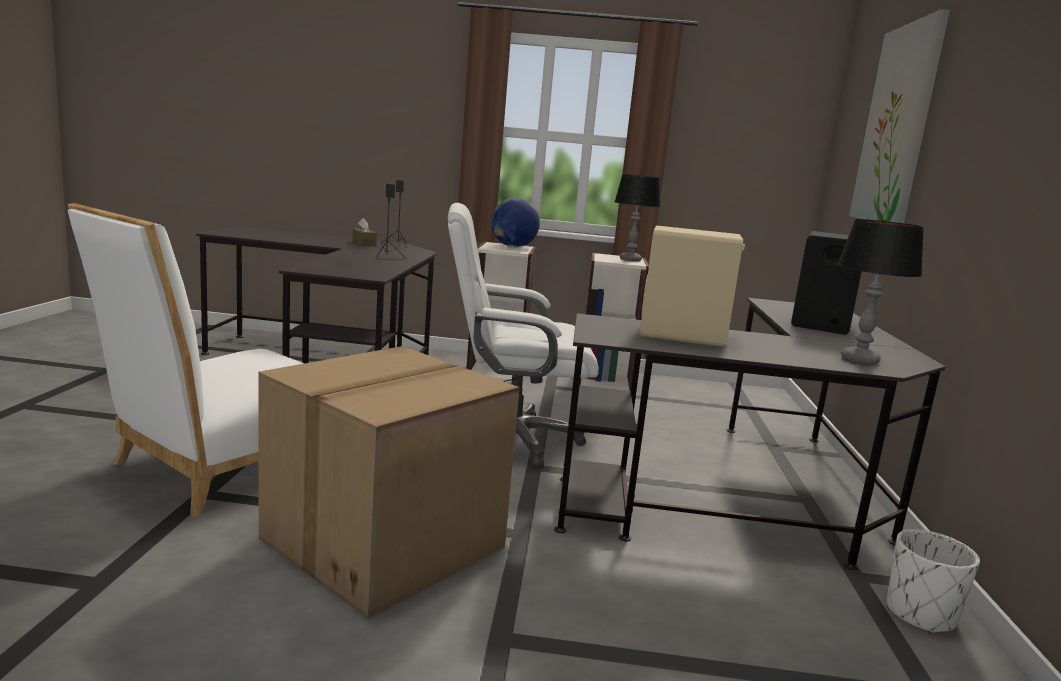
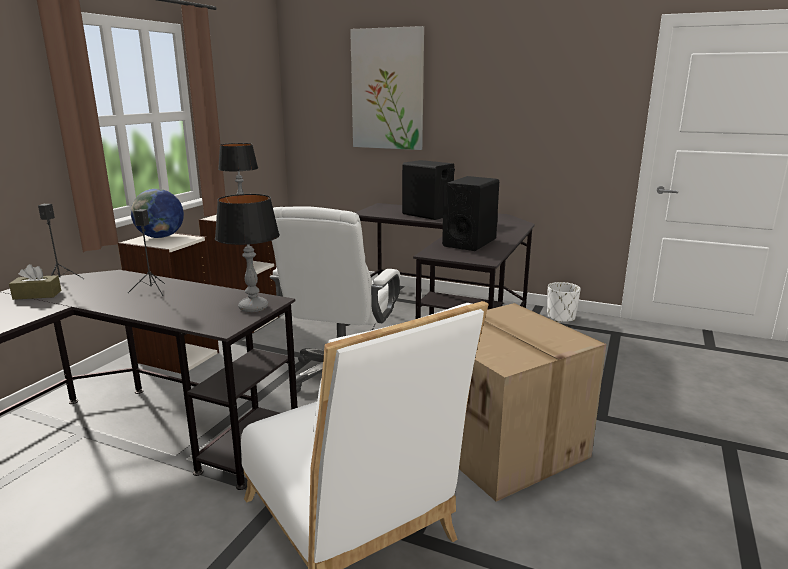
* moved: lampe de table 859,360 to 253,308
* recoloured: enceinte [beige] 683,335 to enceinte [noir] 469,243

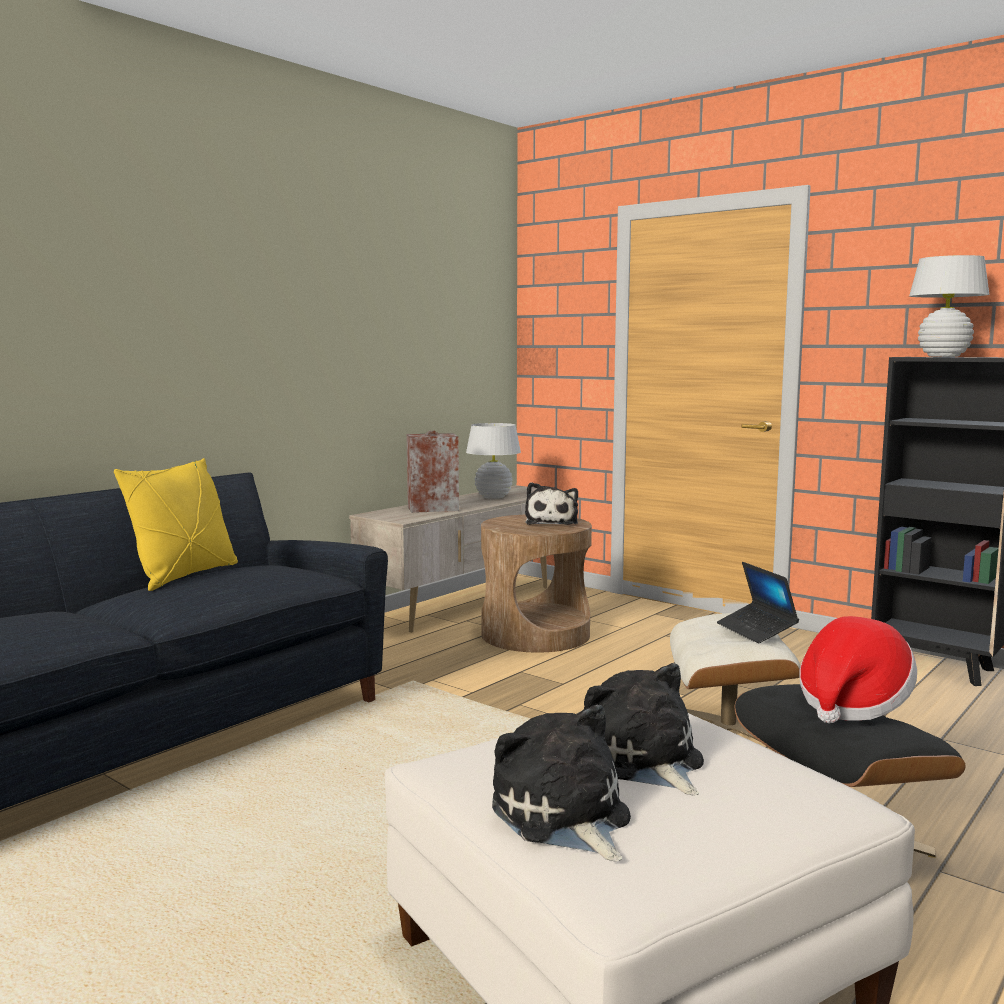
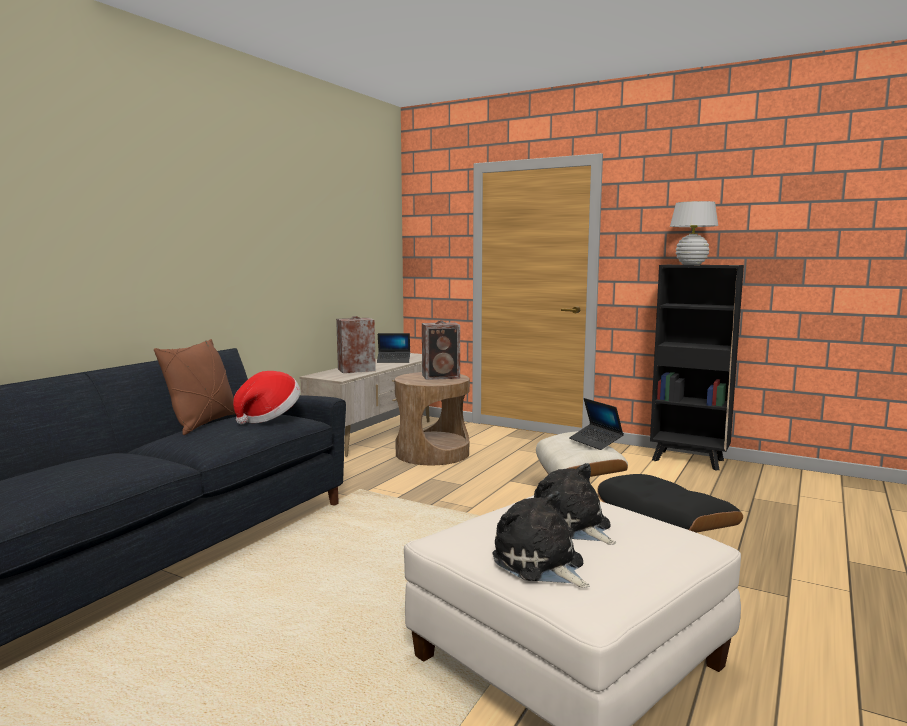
* recoloured: coussin [jaune] 184,576 to coussin [marron] 203,423
* moved: chapeau 852,705 to 268,417
* replaced: lampe de table [blanc] 493,497 to ordinateur portable 394,361
* replaced: peluche 552,522 to enceinte 442,376

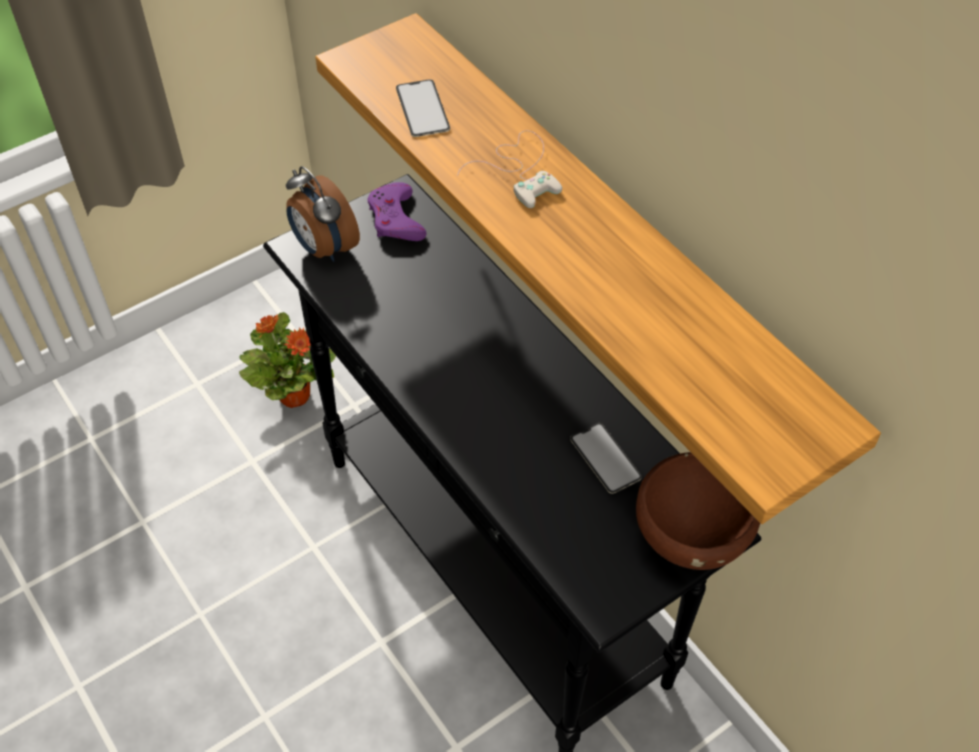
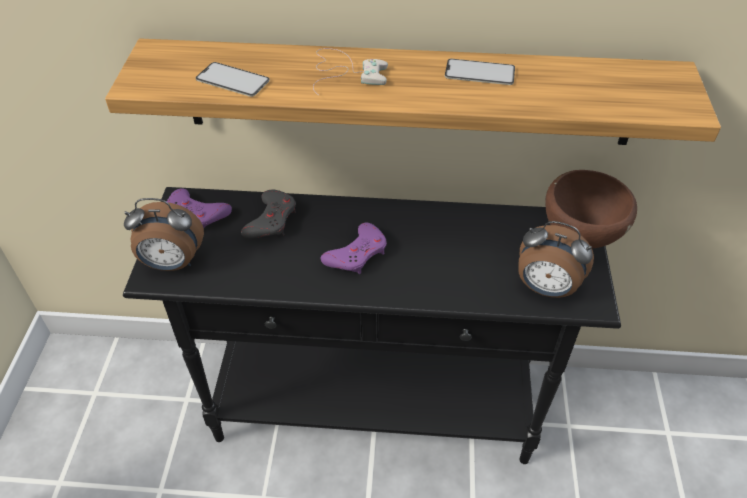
* added: manette [gris] 271,220
* added: manette [violet] 357,254
* moved: téléphone 605,458 to 479,72
* added: réveil 545,288
* removed: plante en pot 293,394

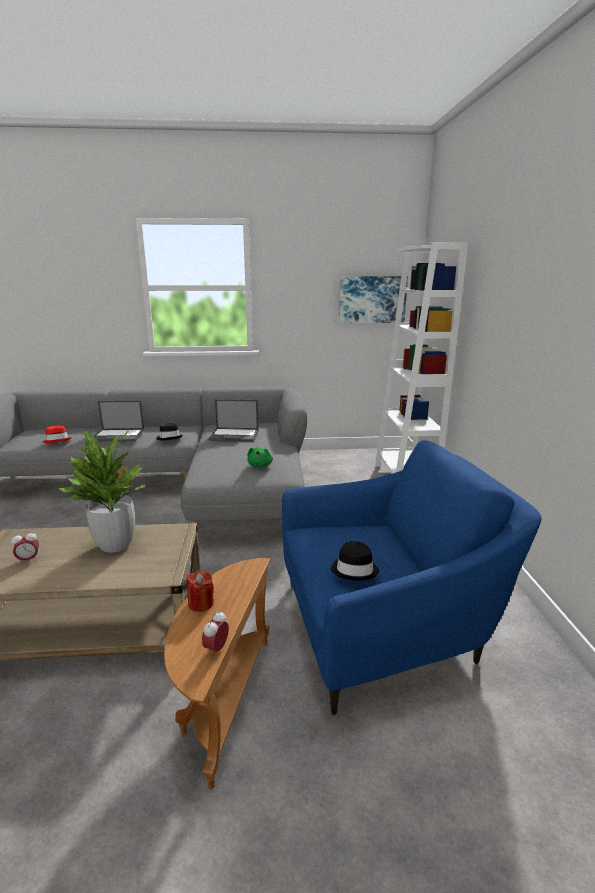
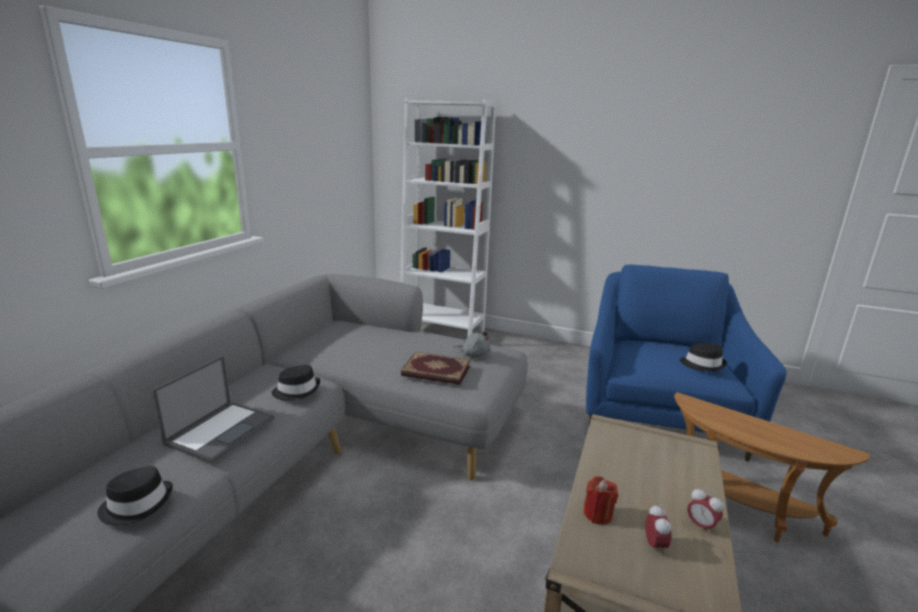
* recoloured: chapeau [rouge] 57,440 to chapeau [noir] 137,504
* added: livre 436,371
* recoloured: peluche [vert] 260,465 to peluche [gris] 474,354
* moved: bougie [rouge] 201,603 to 597,514
* moved: réveil 216,648 to 700,525
* removed: plante en pot 116,544
* removed: ordinateur portable 235,435
* removed: tableau 372,299

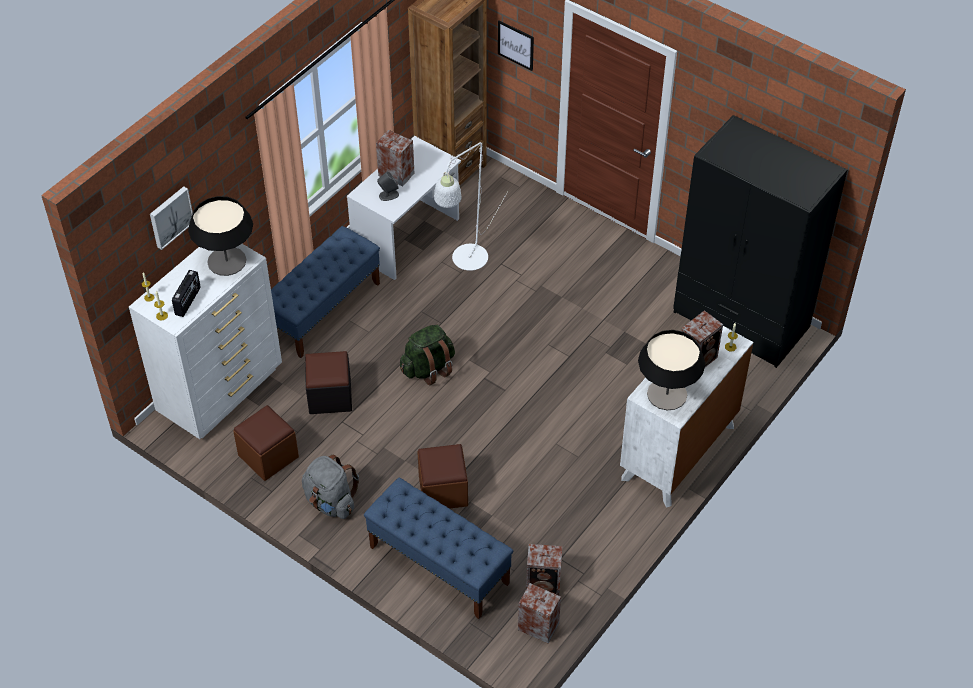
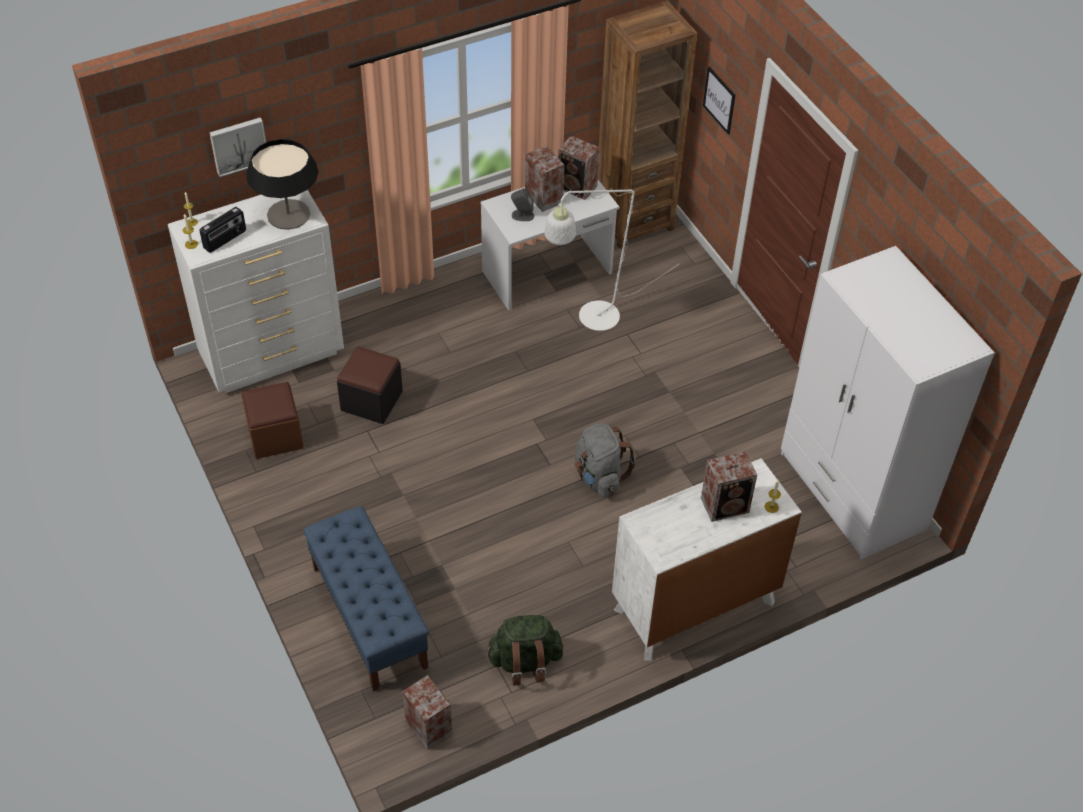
* moved: sac à dos [vert] 428,368 to 525,662
* moved: enceinte 544,584 to 578,187
* moved: sac à dos [gris] 330,502 to 599,477
* recoloured: armoire [noir] 741,320 to armoire [blanc] 851,492
* removed: banc [bleu] 324,309
* removed: pouf [marron] 443,491
* removed: lampe de table 667,394

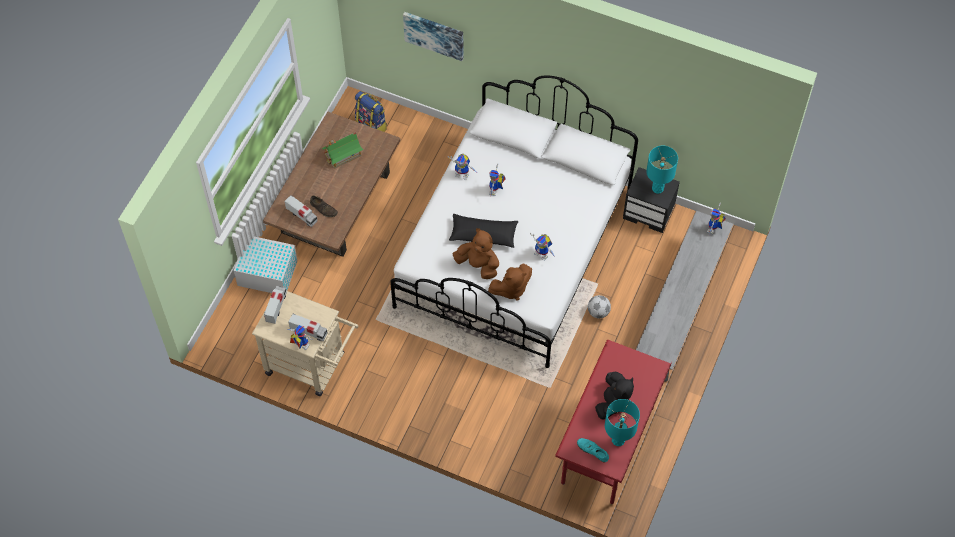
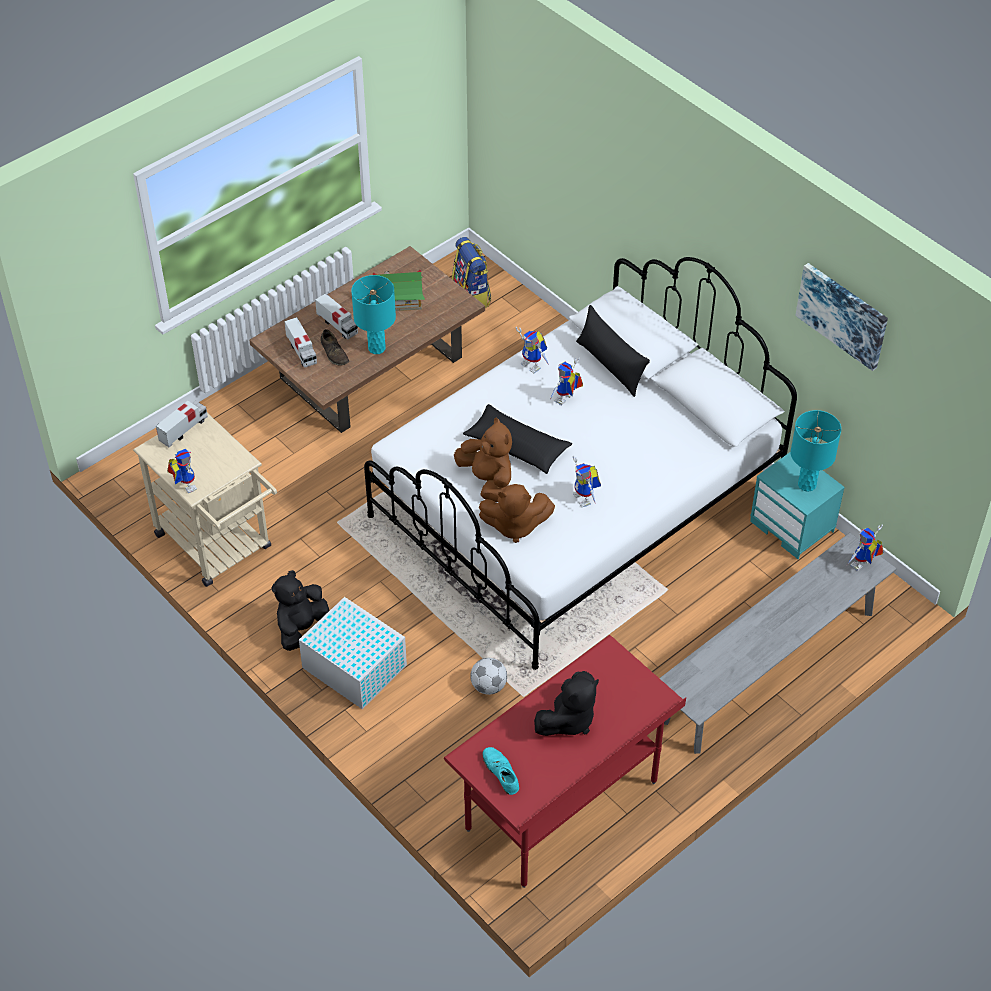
* added: peluche [noir] 301,627
* moved: boîte de rangement [blanc] 266,272 to 353,665
* moved: camion jouet 309,332 to 337,325
* moved: lampe de table [turquoise] 618,440 to 377,348
* moved: ballon de foot 598,312 to 488,686
* added: coussin [noir] 610,366
* recoloured: table de chevet [noir] 649,212 to table de chevet [turquoise] 793,526
* moved: tableau 434,34 to 843,315

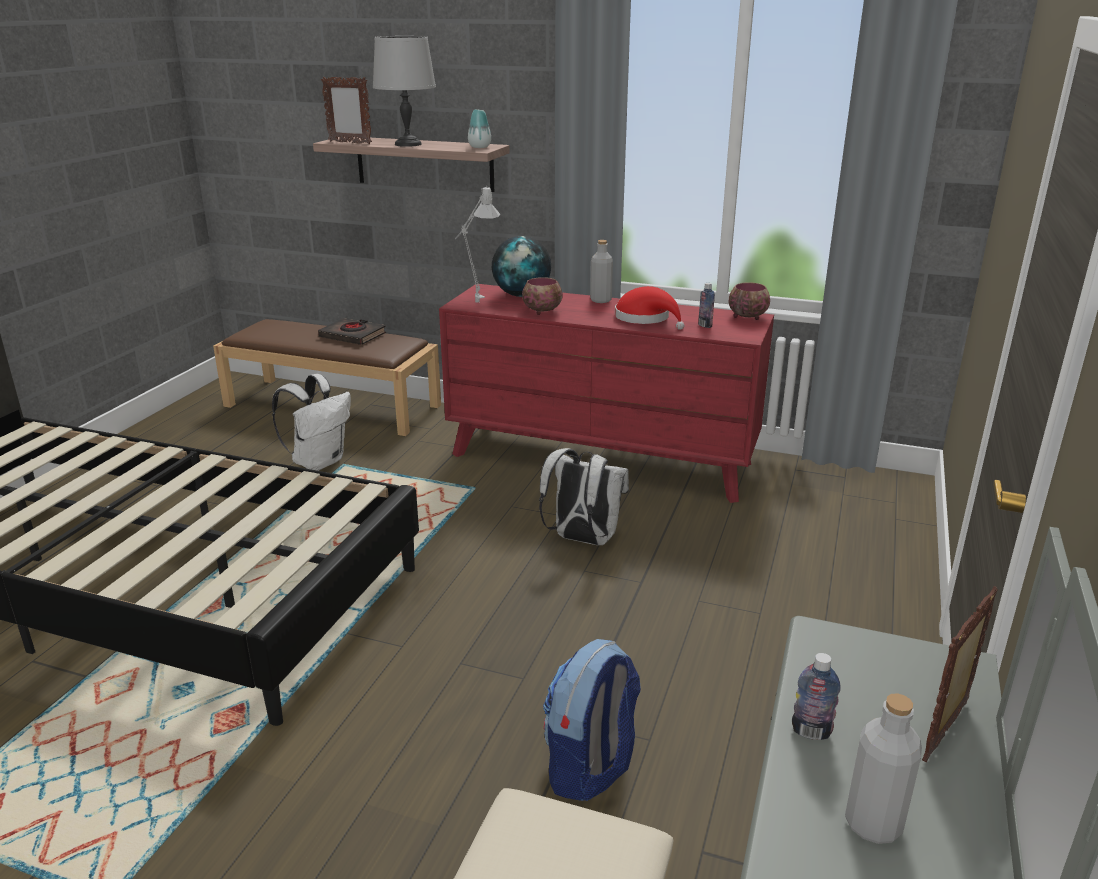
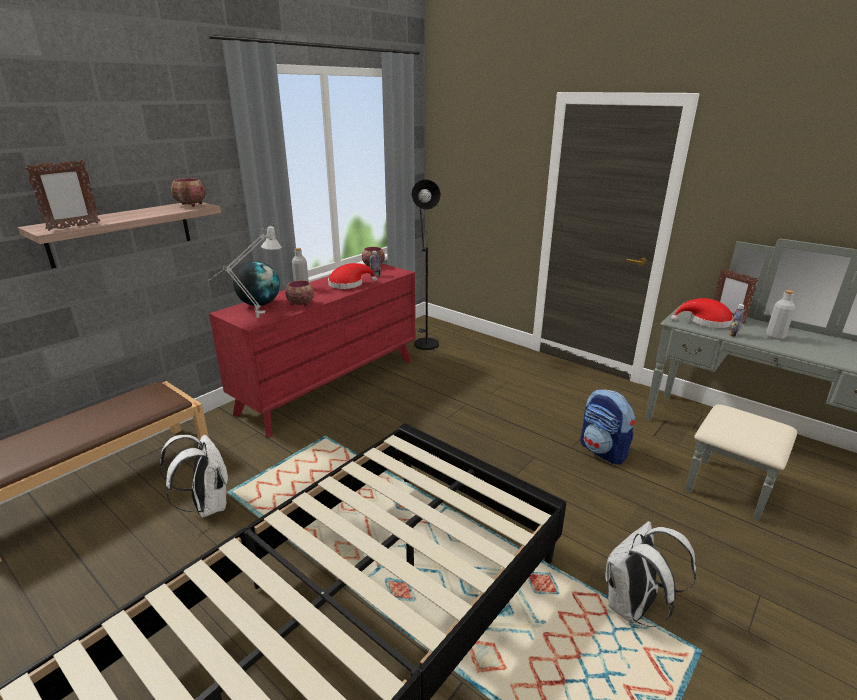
* replaced: vase 479,147 to bol 191,205
* added: lampadaire [noir] 424,342
* moved: sac à dos [blanc] 582,539 to 633,608
* added: chapeau [rouge] 705,321
* removed: livre [noir] 353,336
* removed: lampe de table [gris] 408,144

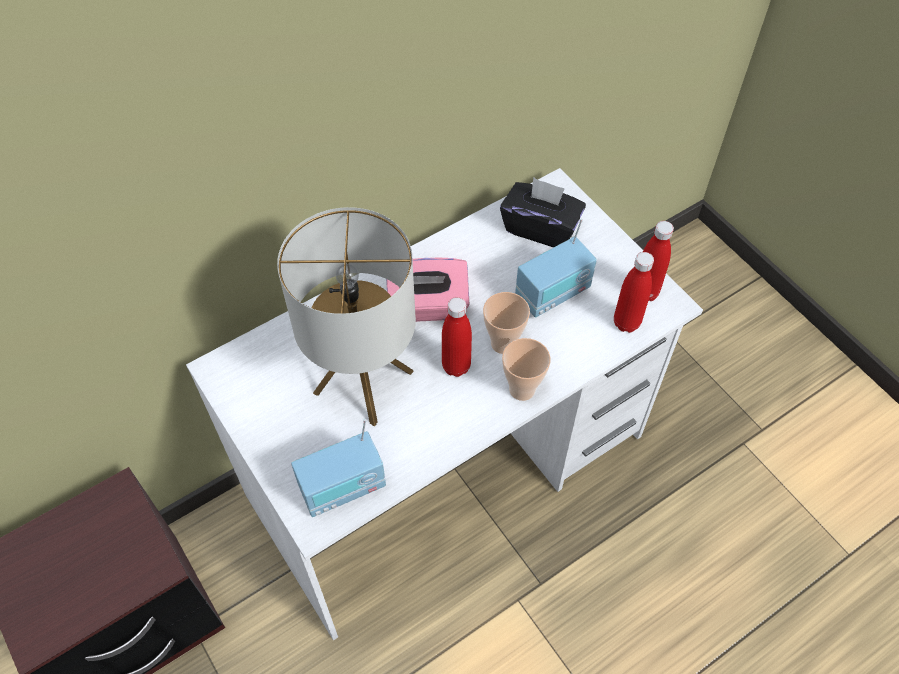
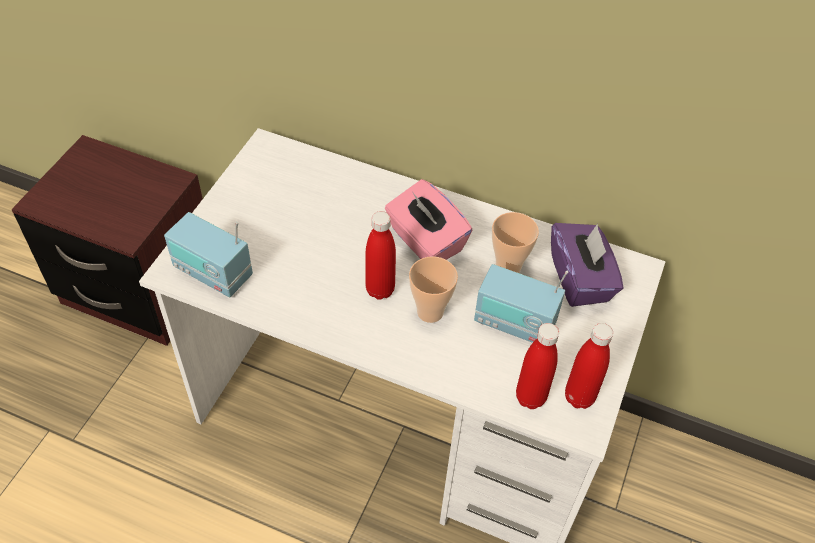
* moved: tasse 522,389 to 508,267
* recoloured: boîte à mouchoirs [noir] 540,228 to boîte à mouchoirs [violet] 580,279
* removed: lampe de table 364,381

